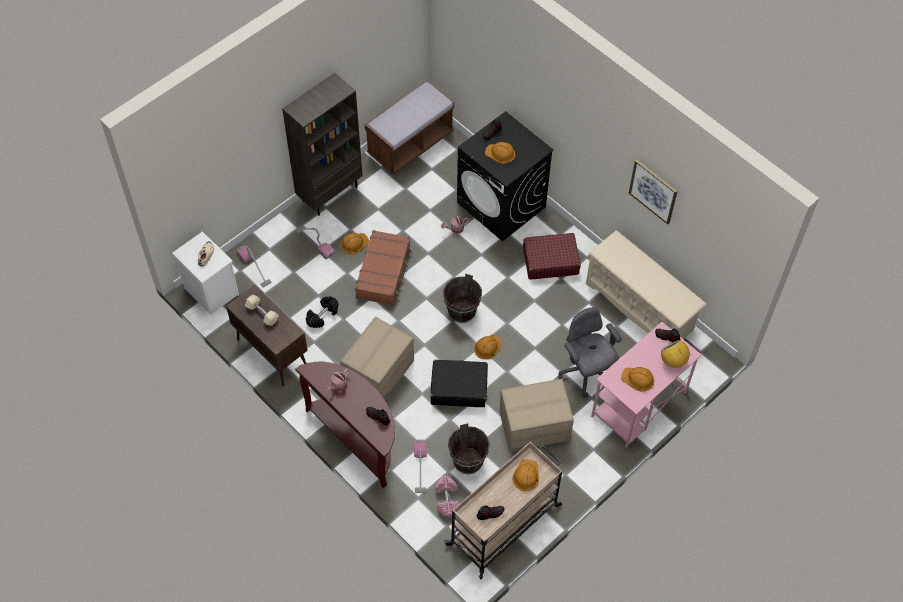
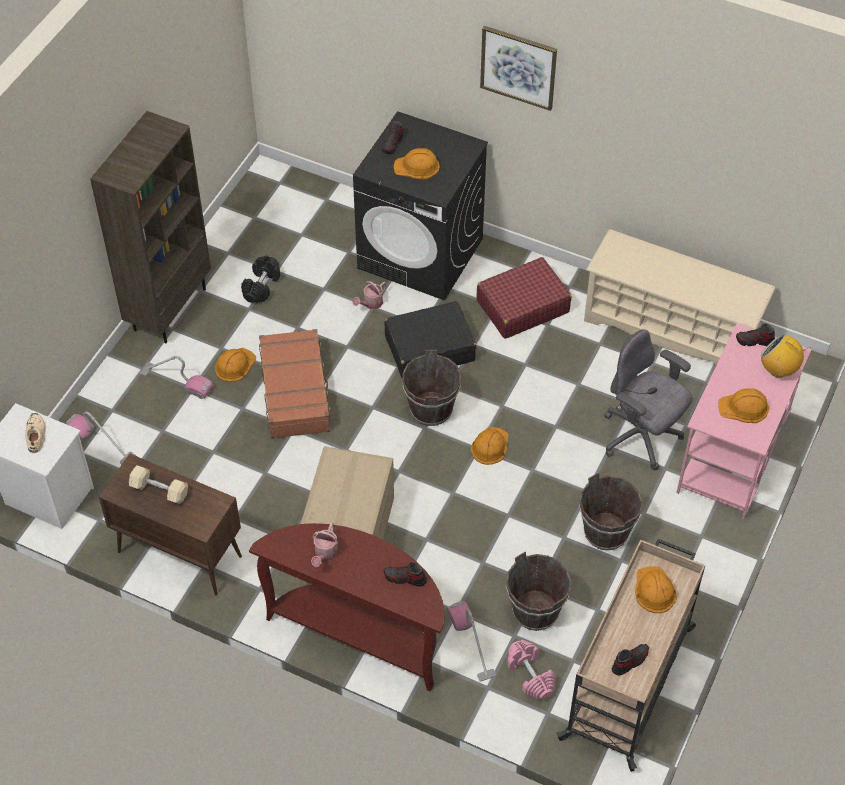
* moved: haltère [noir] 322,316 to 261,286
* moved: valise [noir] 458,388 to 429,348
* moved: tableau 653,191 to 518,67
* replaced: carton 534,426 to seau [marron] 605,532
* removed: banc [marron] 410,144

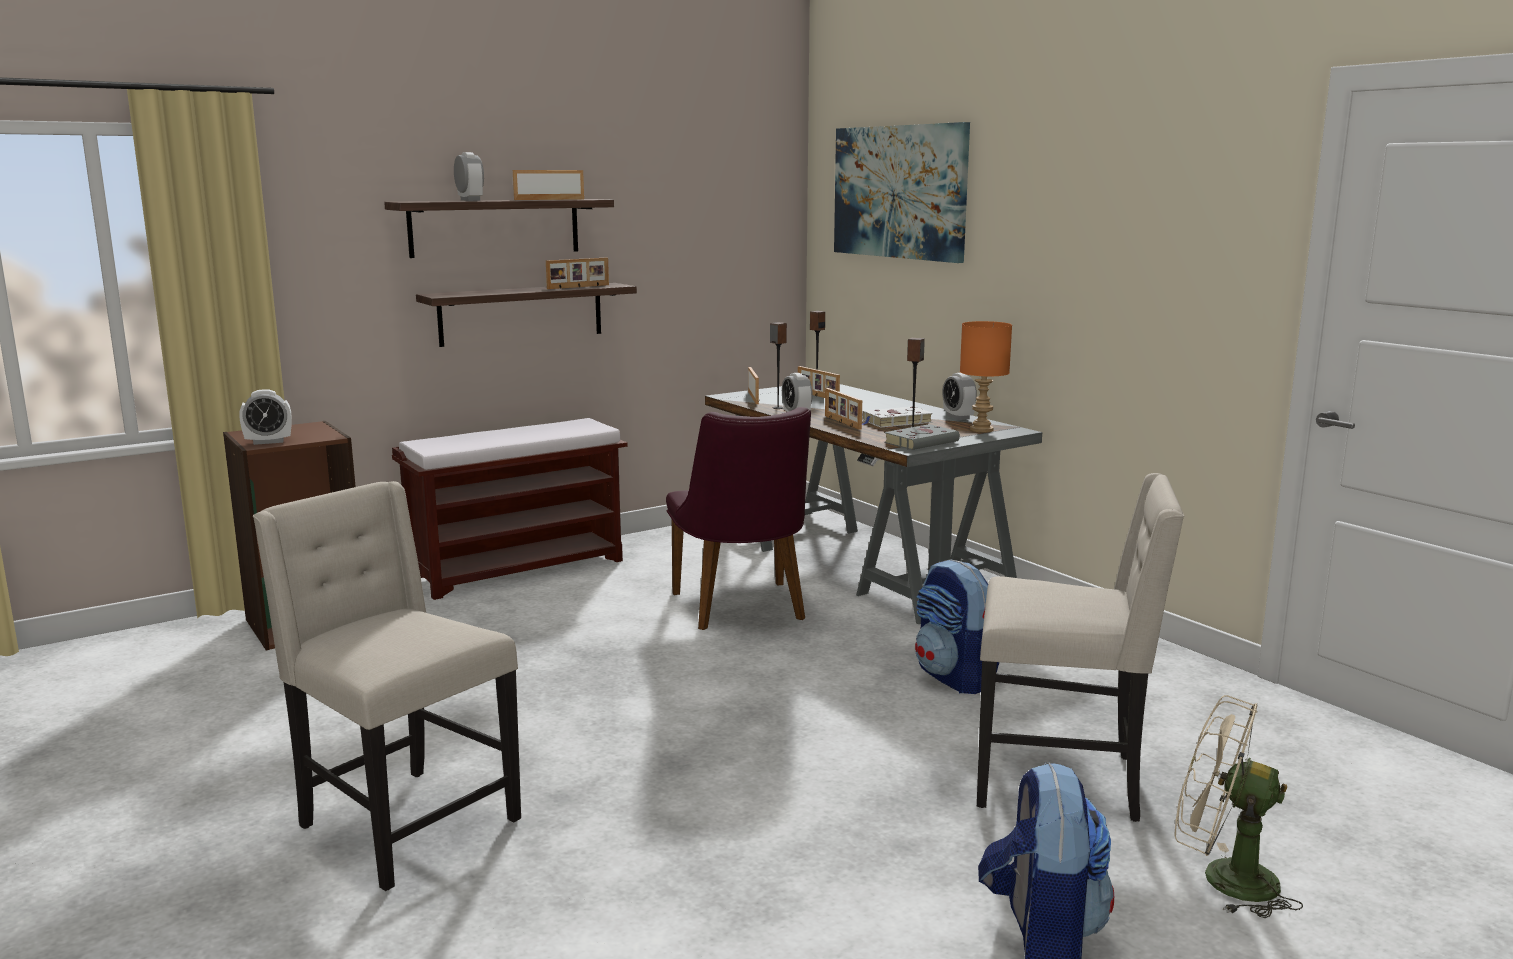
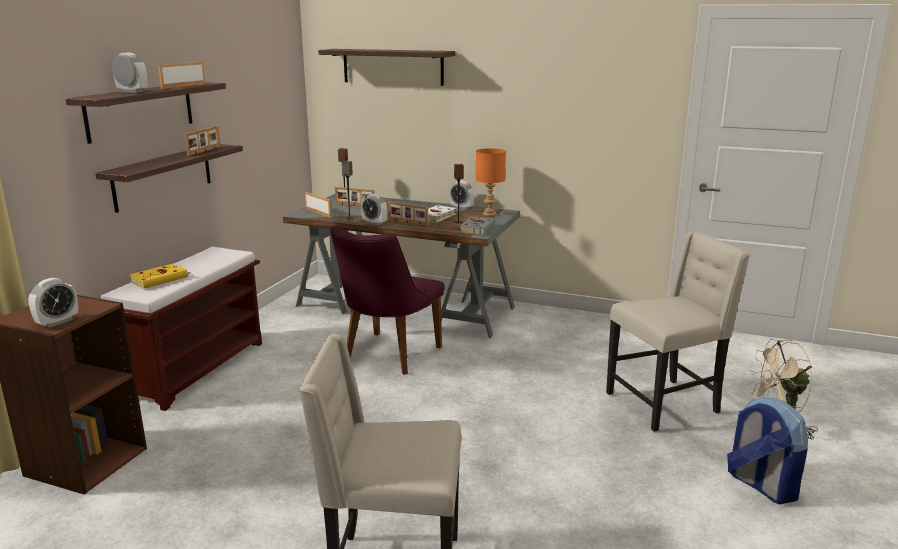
* added: livre [jaune] 161,279
* replaced: tableau 899,192 to étagère 392,66
* turned: chaise [violet] 742,610 = 386,357 75 degrees clockwise
* removed: sac à dos 955,677

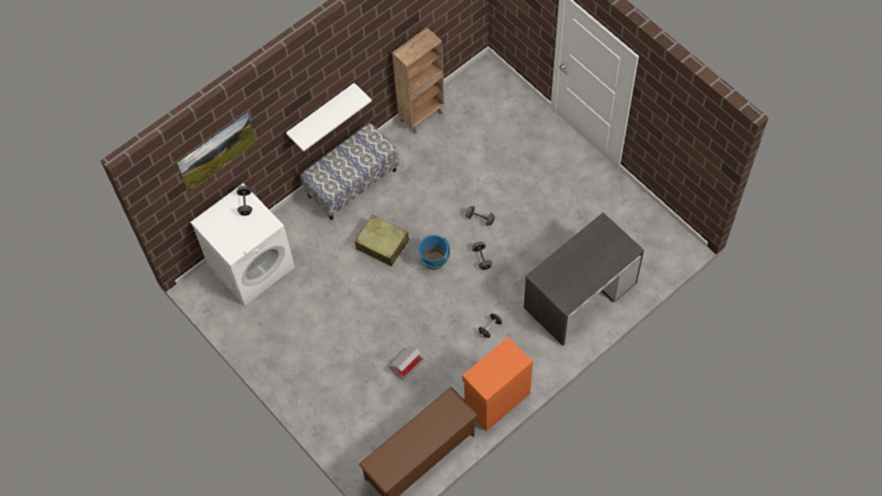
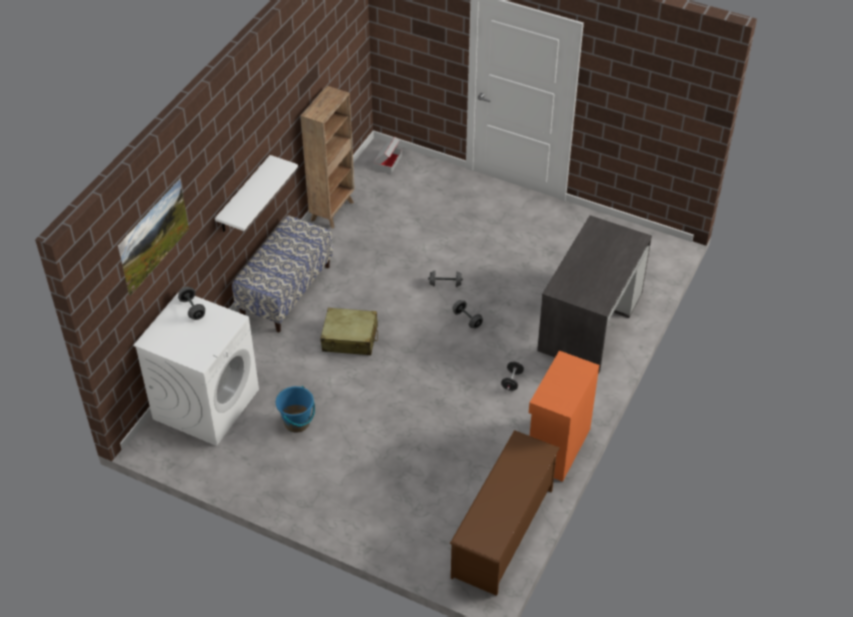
* moved: seau [bleu] 434,261 to 297,422
* moved: carton 406,364 to 387,162

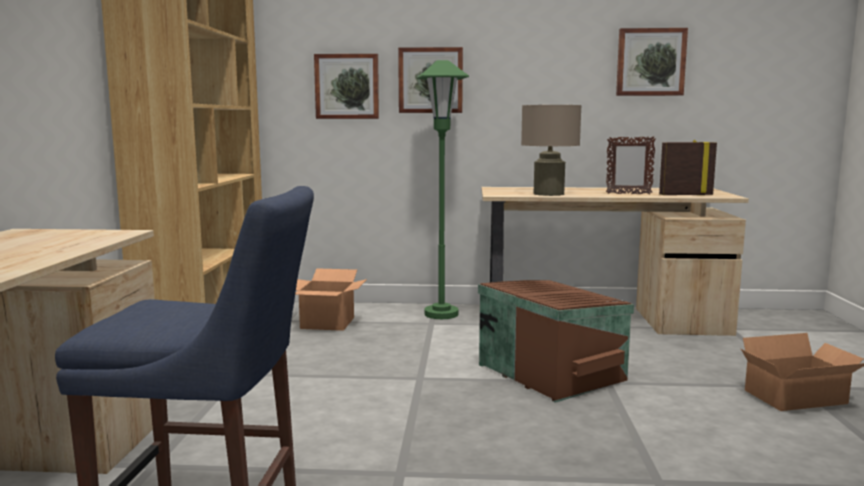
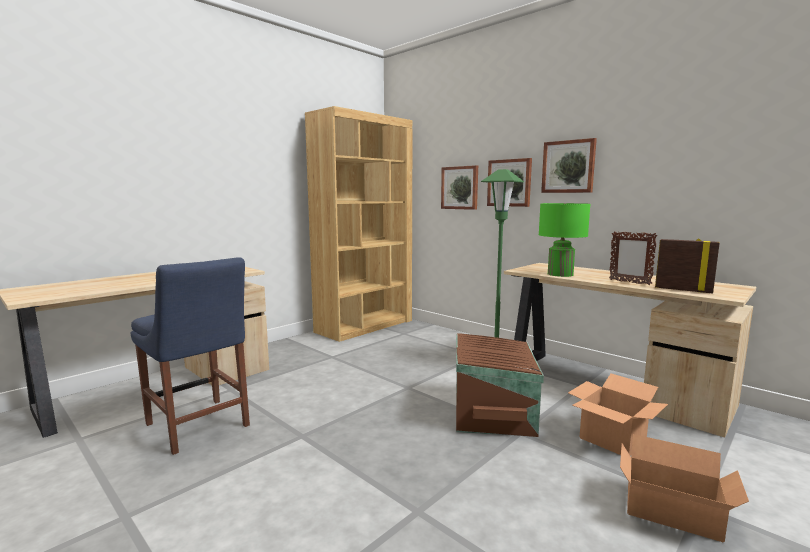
* recoloured: lampe de table [beige] 548,194 to lampe de table [vert] 560,274
* moved: tableau 650,62 to 568,166
* moved: carton 328,323 to 613,439

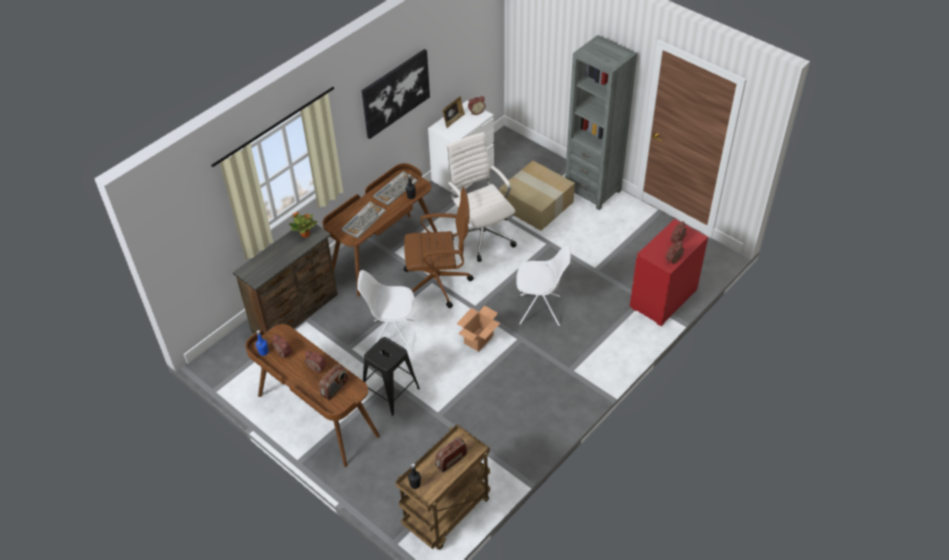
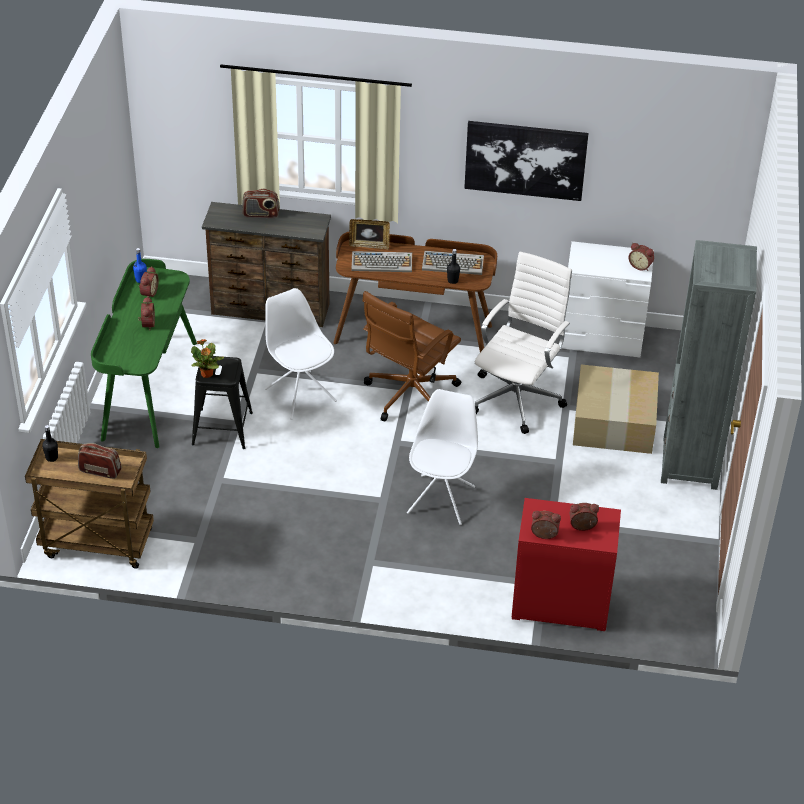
* recoloured: bureau [marron] 316,416 to bureau [vert] 148,390
* moved: plante en pot 305,235 to 207,374
* moved: radio 335,388 to 261,214
* moved: cadre photo 453,120 to 369,245
* turned: chaise de bureau [marron] 439,283 = 409,396 75 degrees clockwise
* turned: chaise [blanc] 541,310 = 441,499 135 degrees counterclockwise
* removed: carton 478,340

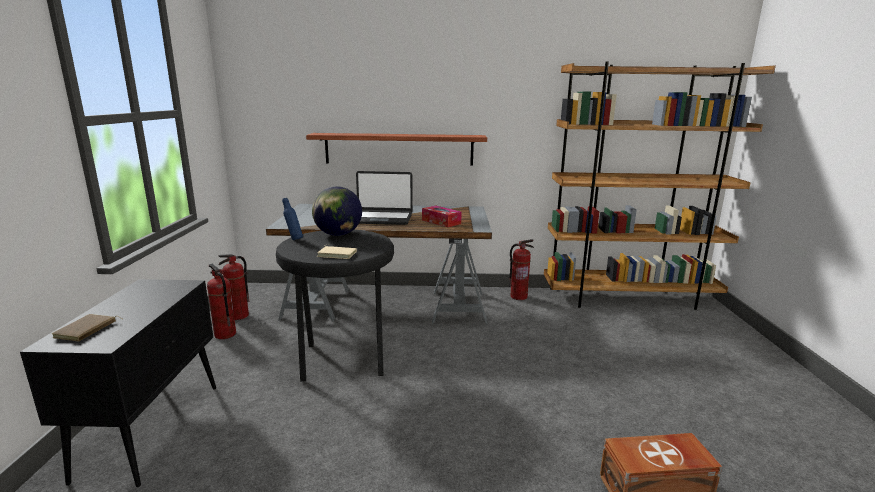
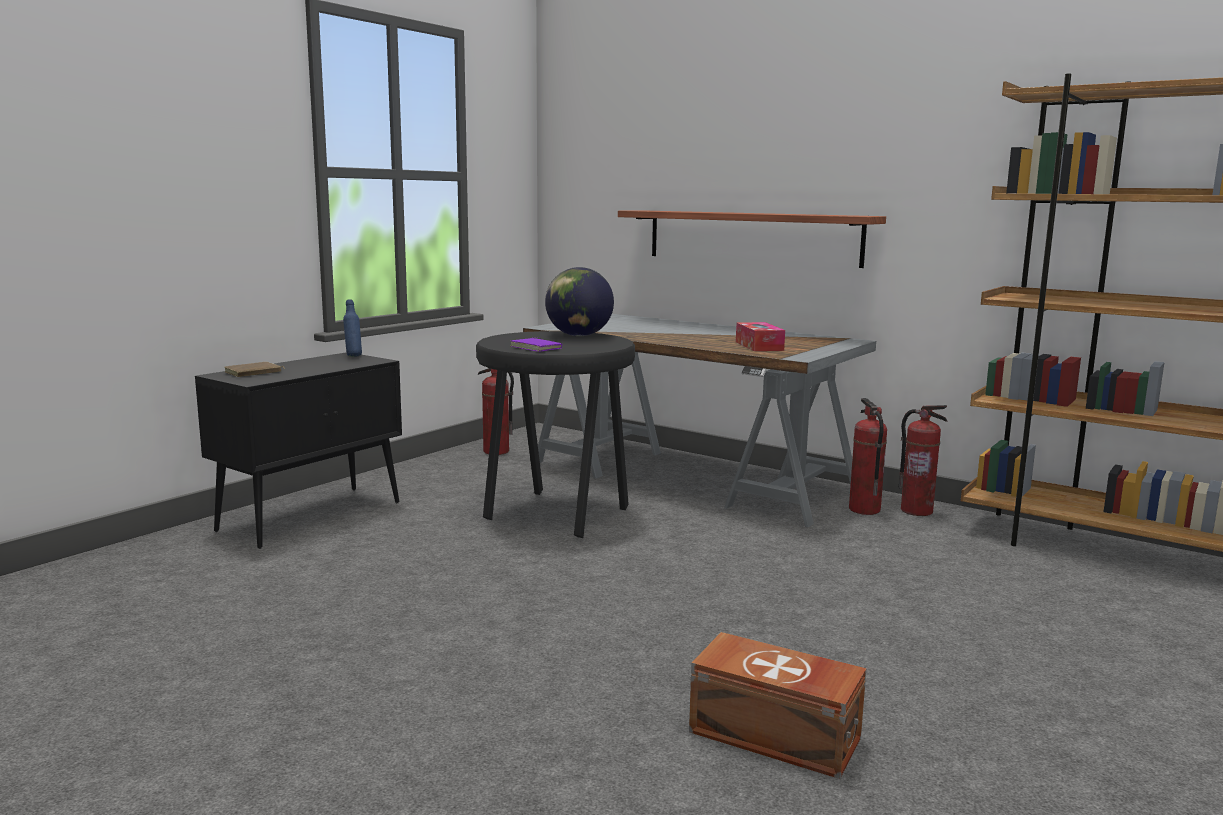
* moved: bouteille [bleu] 293,239 to 353,356
* recoloured: livre [beige] 337,254 to livre [violet] 537,348
* moved: extincteur 224,334 to 863,509
* removed: ordinateur portable 382,218

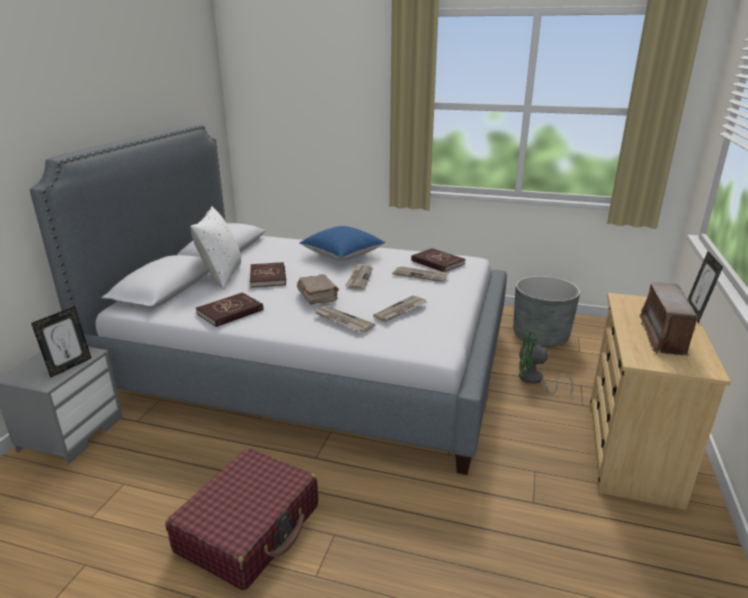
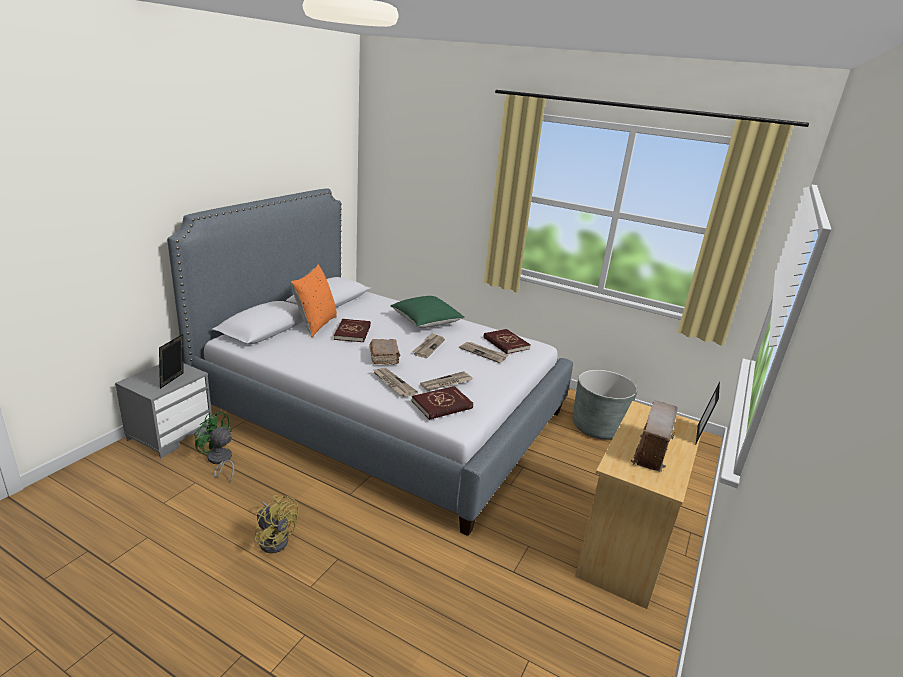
* turned: cadre photo 69,366 = 174,381 150 degrees clockwise
* moved: ventilateur [vert] 534,380 to 219,461
* replaced: valise [rouge] 249,528 to ventilateur [jaune] 275,538
* recoloured: coussin [blanc] 221,276 to coussin [orange] 315,325
* recoloured: coussin [bleu] 342,255 to coussin [vert] 426,322
* moved: livre [rouge] 230,312 to 442,405

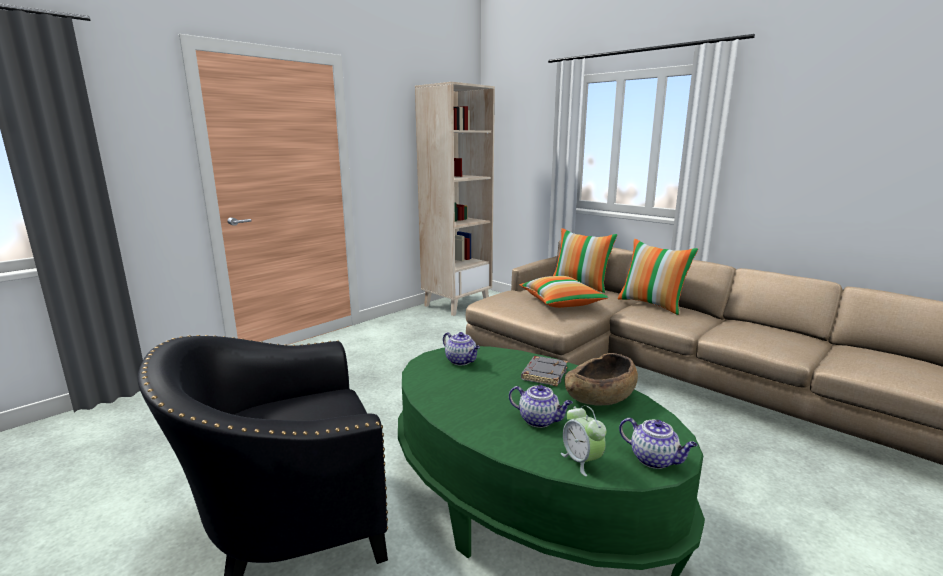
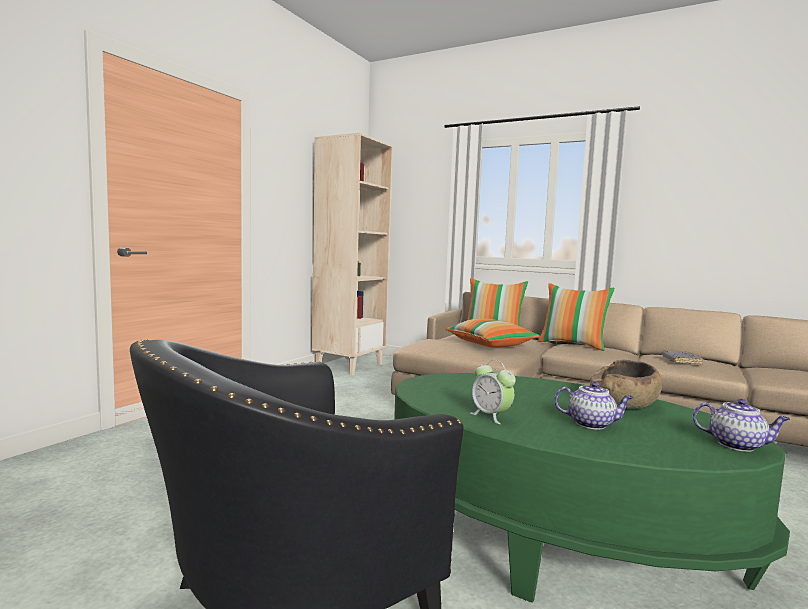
* moved: réveil 581,461 to 491,416
* moved: livre [gris] 544,374 to 680,360
* removed: théière 461,361

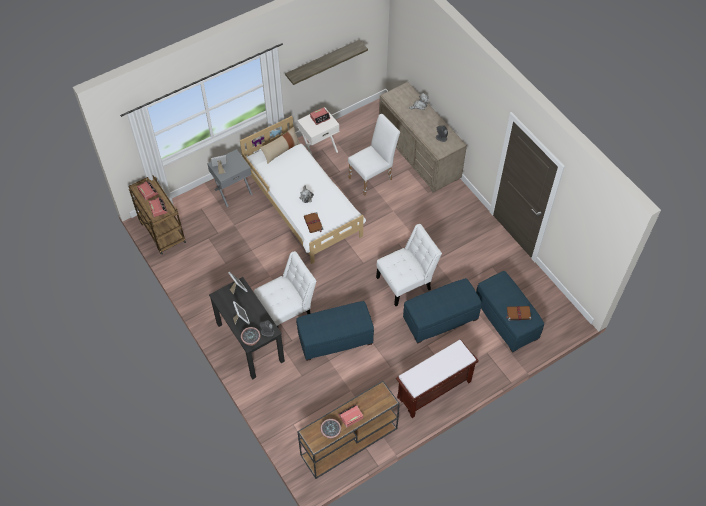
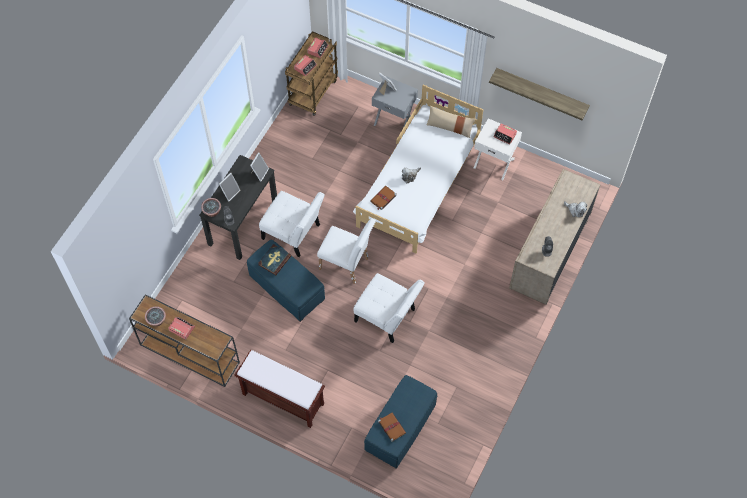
* added: livre 274,260
* moved: chaise [blanc] 373,177 to 347,265
* removed: pouf [bleu] 440,319

